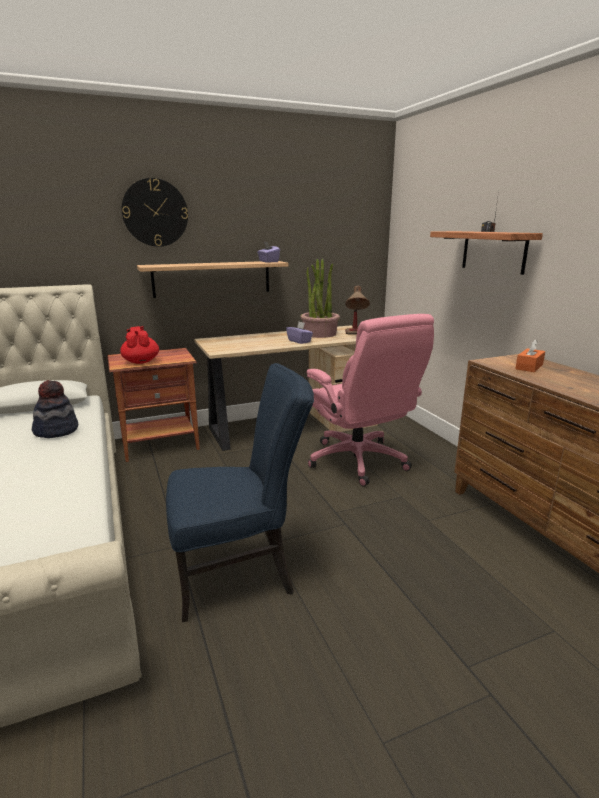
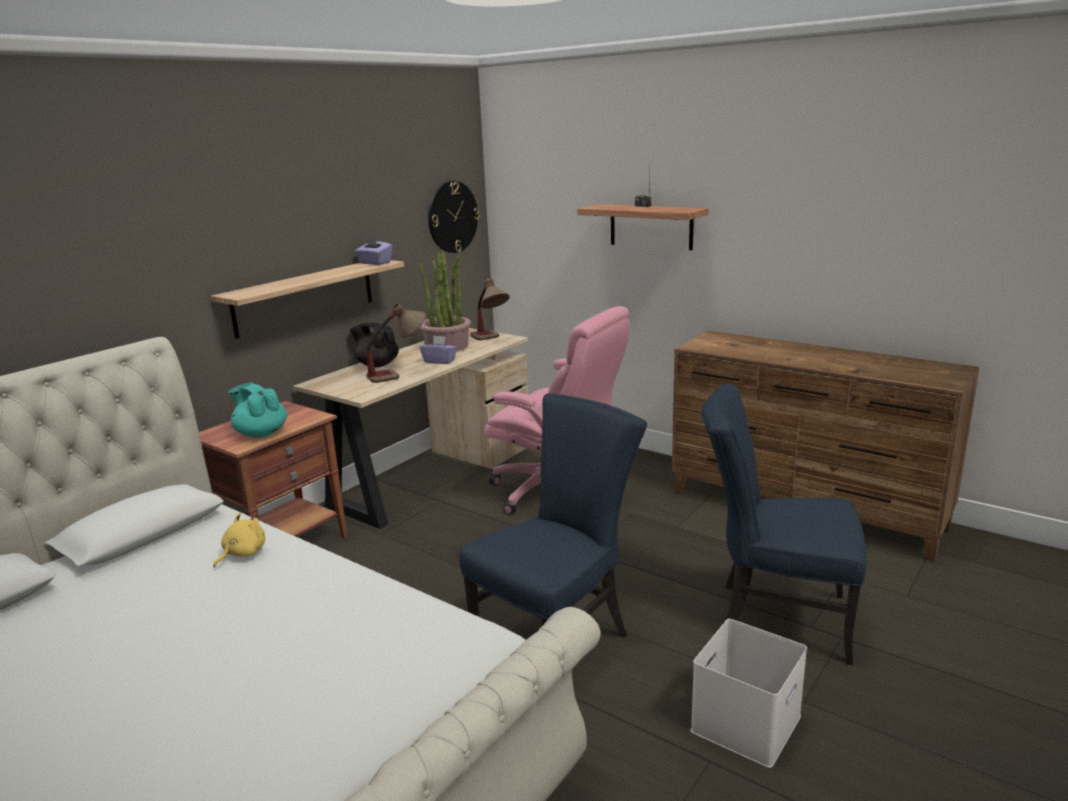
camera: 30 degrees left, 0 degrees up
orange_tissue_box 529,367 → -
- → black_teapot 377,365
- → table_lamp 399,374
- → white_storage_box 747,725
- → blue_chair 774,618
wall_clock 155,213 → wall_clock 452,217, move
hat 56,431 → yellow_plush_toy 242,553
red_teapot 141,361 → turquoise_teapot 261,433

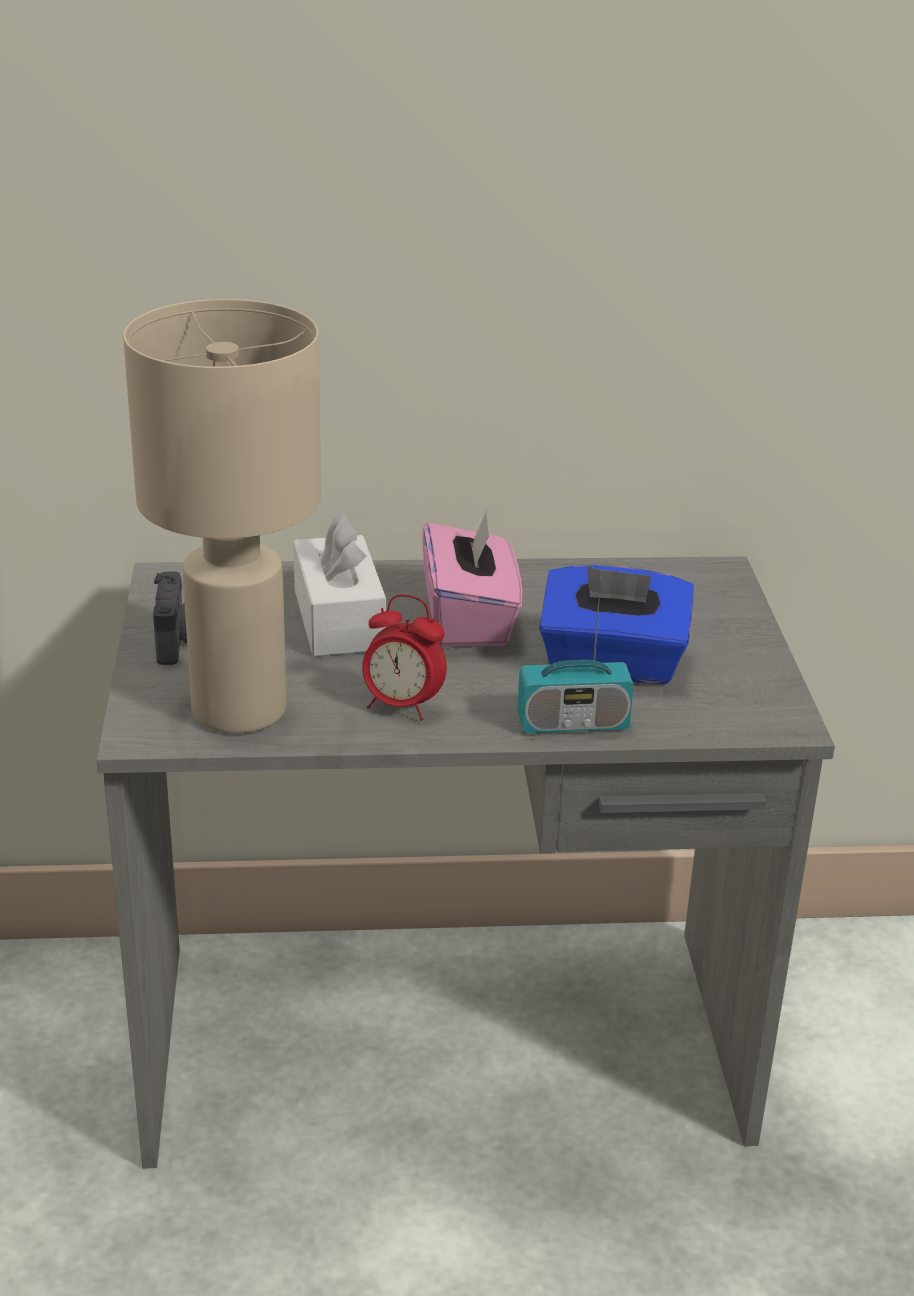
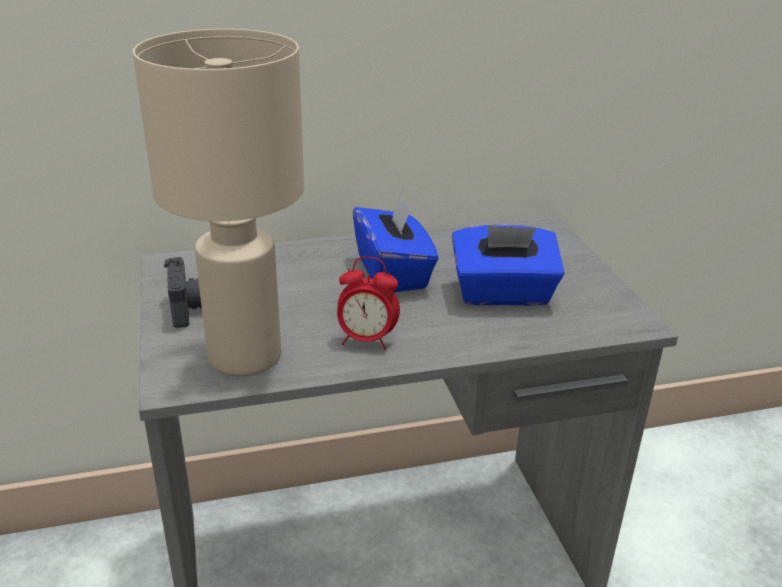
camera: 10 degrees left, 0 degrees up
white_tissue_box 338,620 → -
radio 573,723 → -
pink_tissue_box 469,620 → blue_tissue_box 393,273

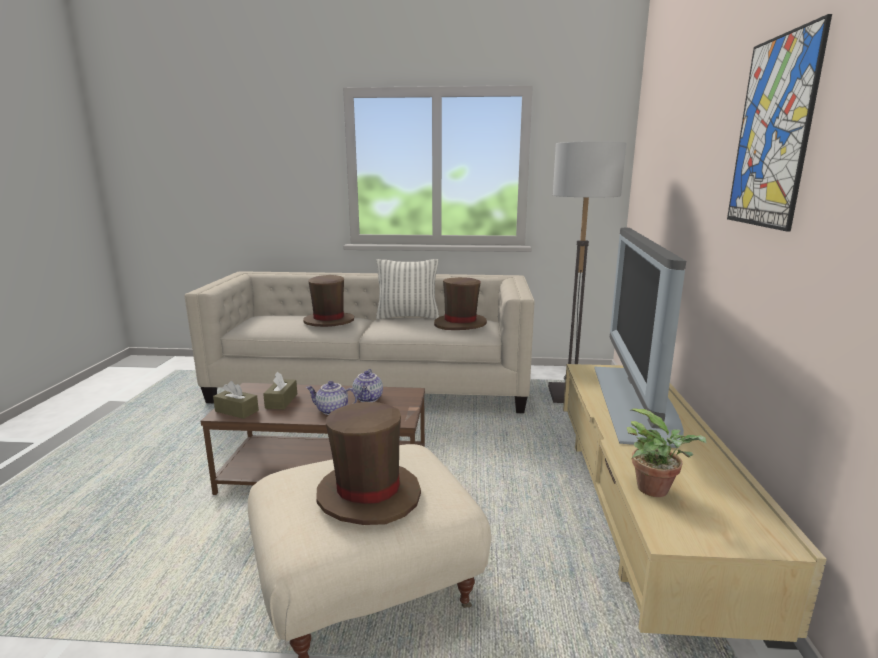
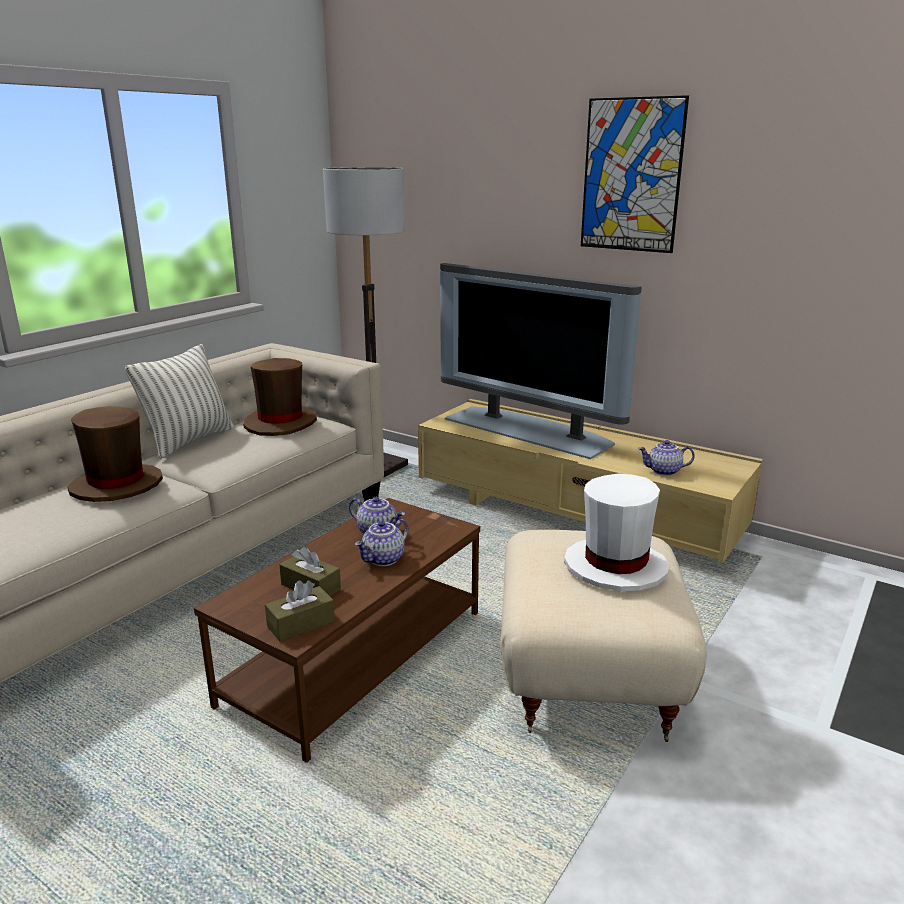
camera: 60 degrees left, 5 degrees up
potted_plant 657,490 → teapot 664,471
brown_hat 368,494 → white_hat 615,567

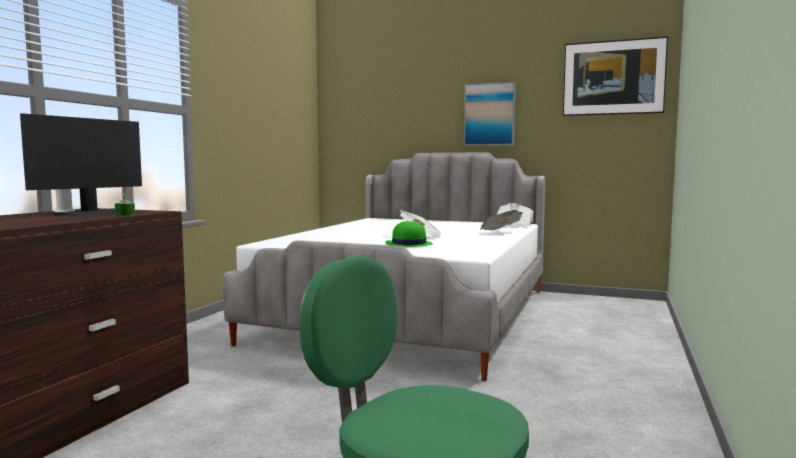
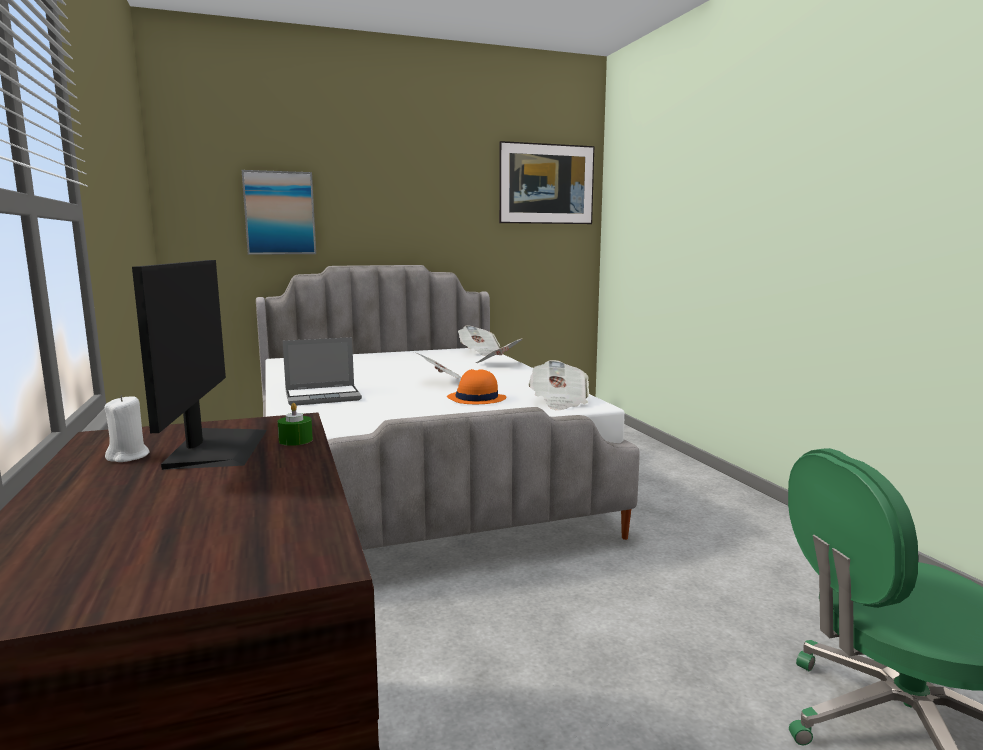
camera: 40 degrees left, 5 degrees up
- → laptop 324,397
- → newspaper 559,402
picture 489,114 → picture 279,213, move
green_hat 408,244 → orange_hat 476,399

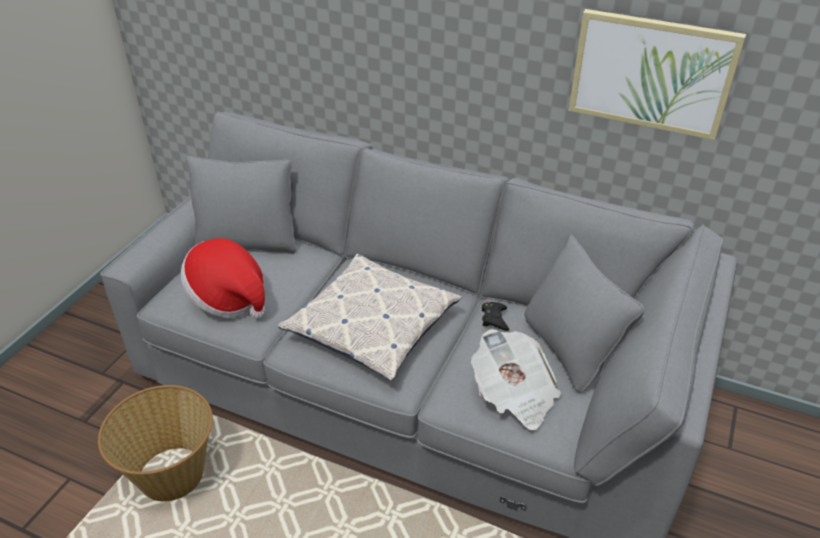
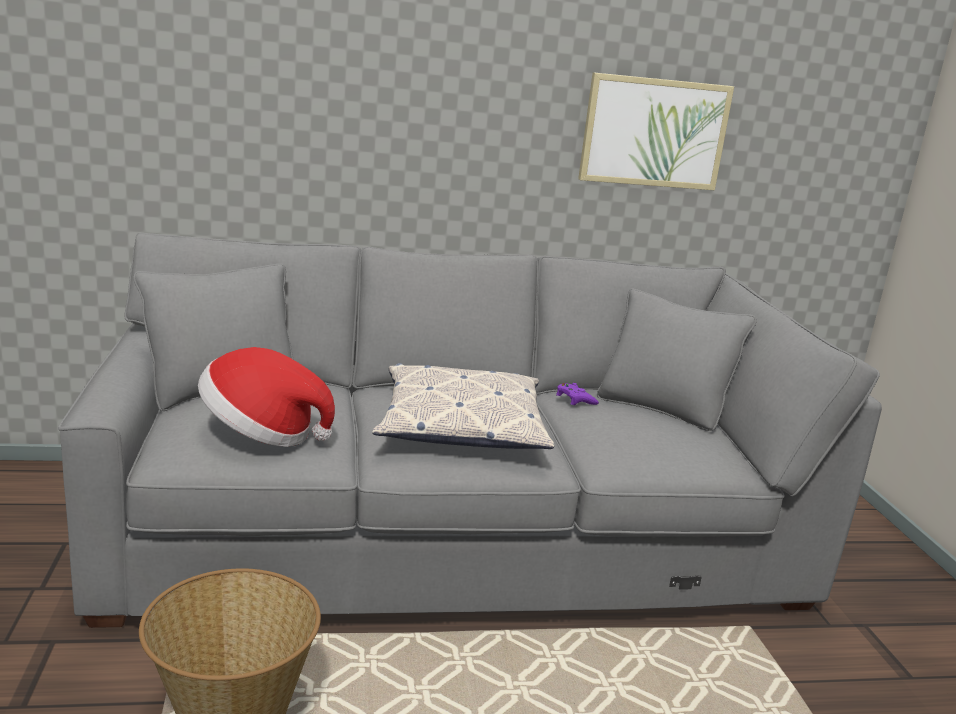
camera: 35 degrees left, 20 degrees down
newspaper 514,394 → -
black_game_controller 494,319 → purple_game_controller 575,399

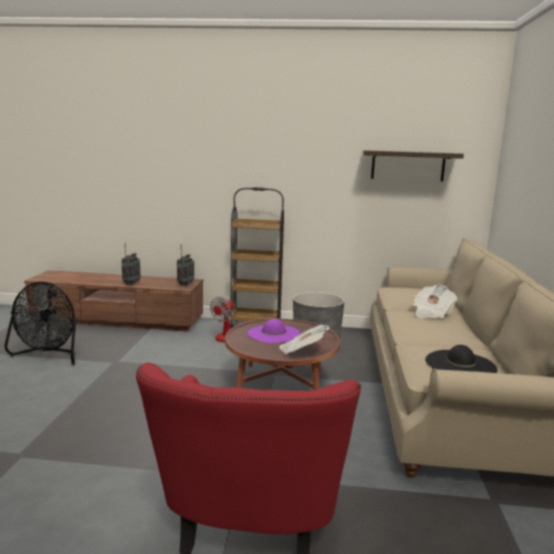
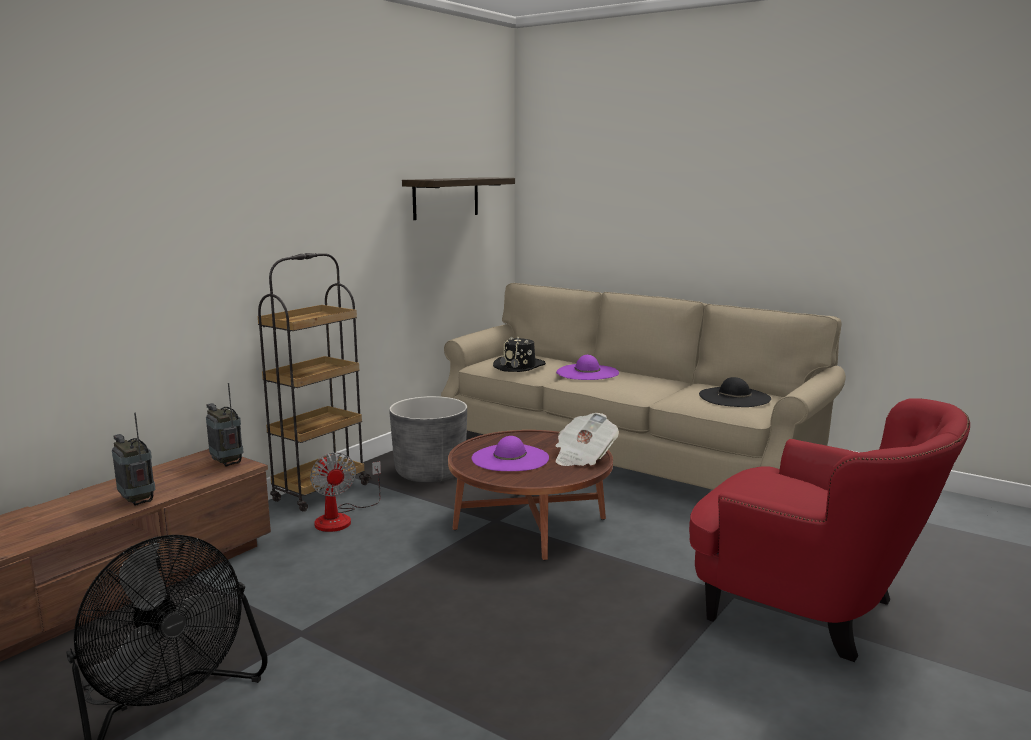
camera: 60 degrees left, 0 degrees up
- → black_hat 519,366
newspaper 431,313 → purple_hat 587,372

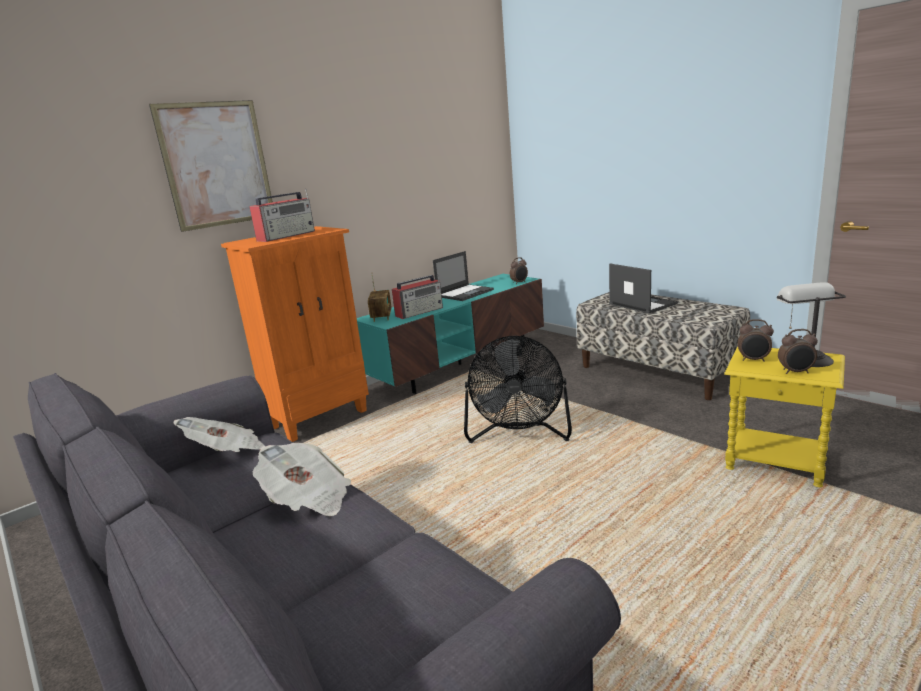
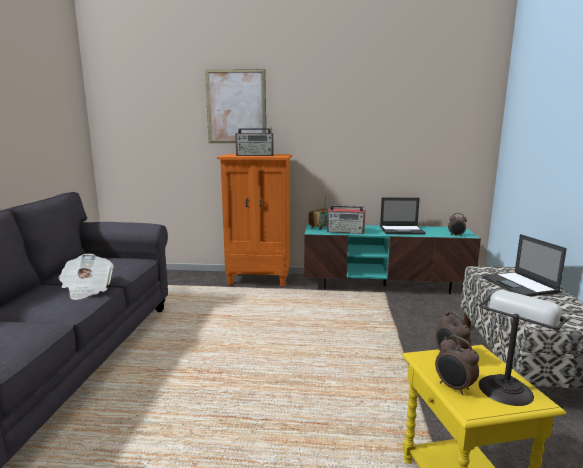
camera: 45 degrees right, 5 degrees down
newspaper 227,452 → -
black_fan 515,432 → -
laptop 641,304 → laptop 520,285, 150 degrees clockwise

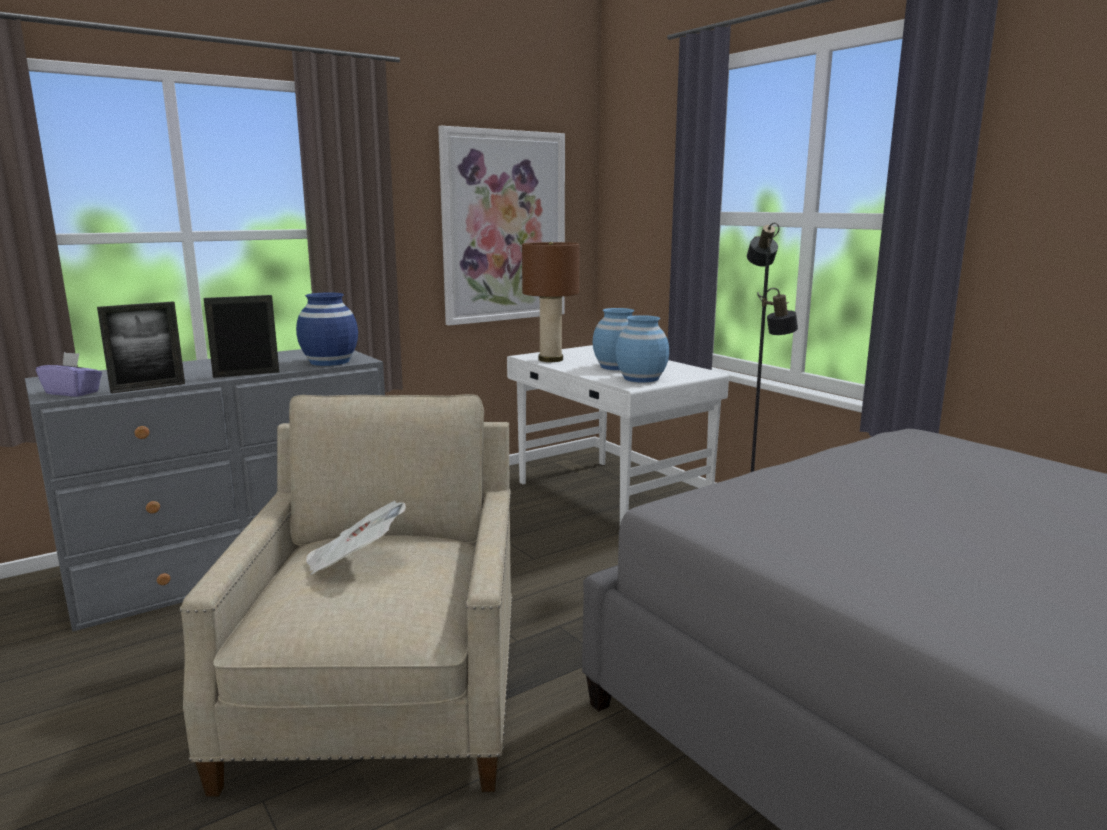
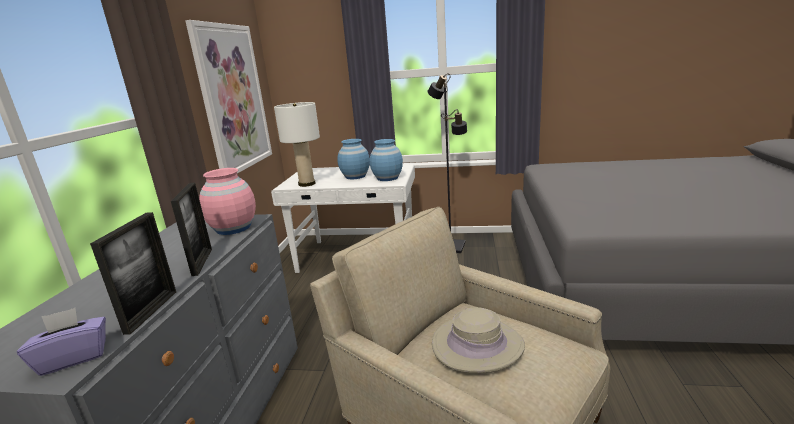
camera: 45 degrees left, 5 degrees up
newspaper 354,562 → beige_hat 477,345
blue_vase 330,362 → pink_vase 233,228
brown_table_lamp 550,359 → white_table_lamp 307,184
picture_frame 246,374 → picture_frame 202,262, 150 degrees clockwise

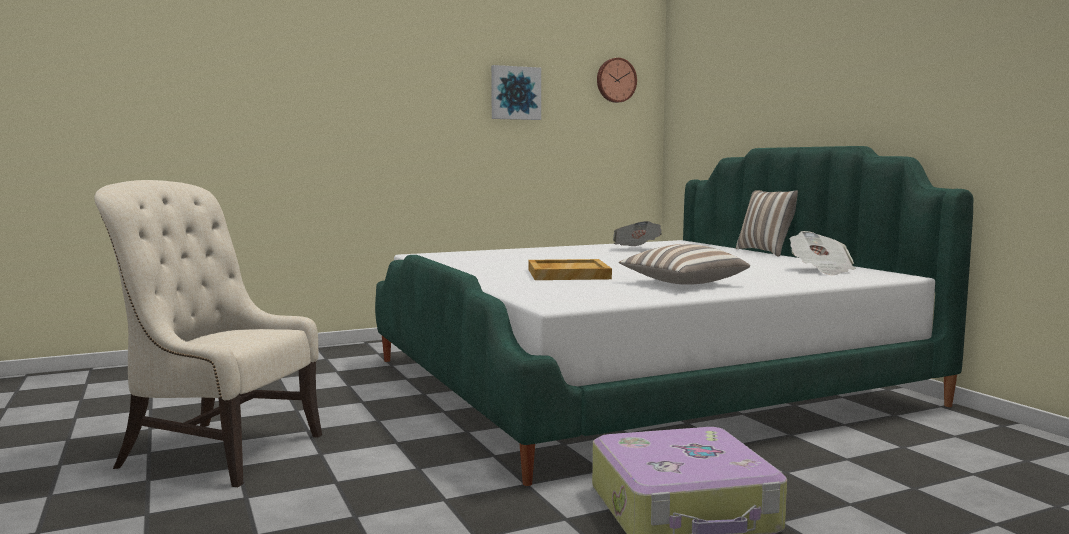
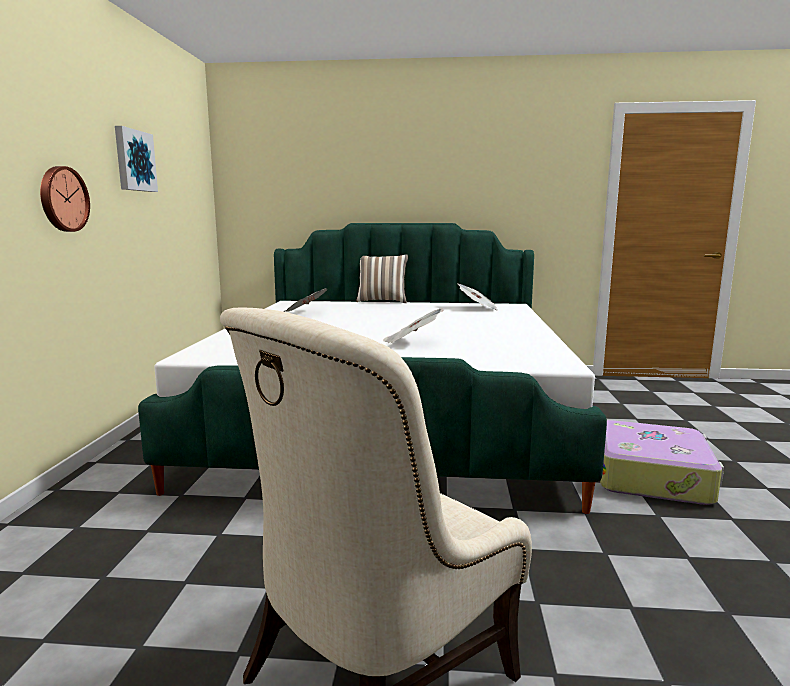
camera: 60 degrees left, 5 degrees up
pillow 682,283 → -
wall_clock 615,80 → wall_clock 62,199, move
beige_tray 567,274 → newspaper 411,342

